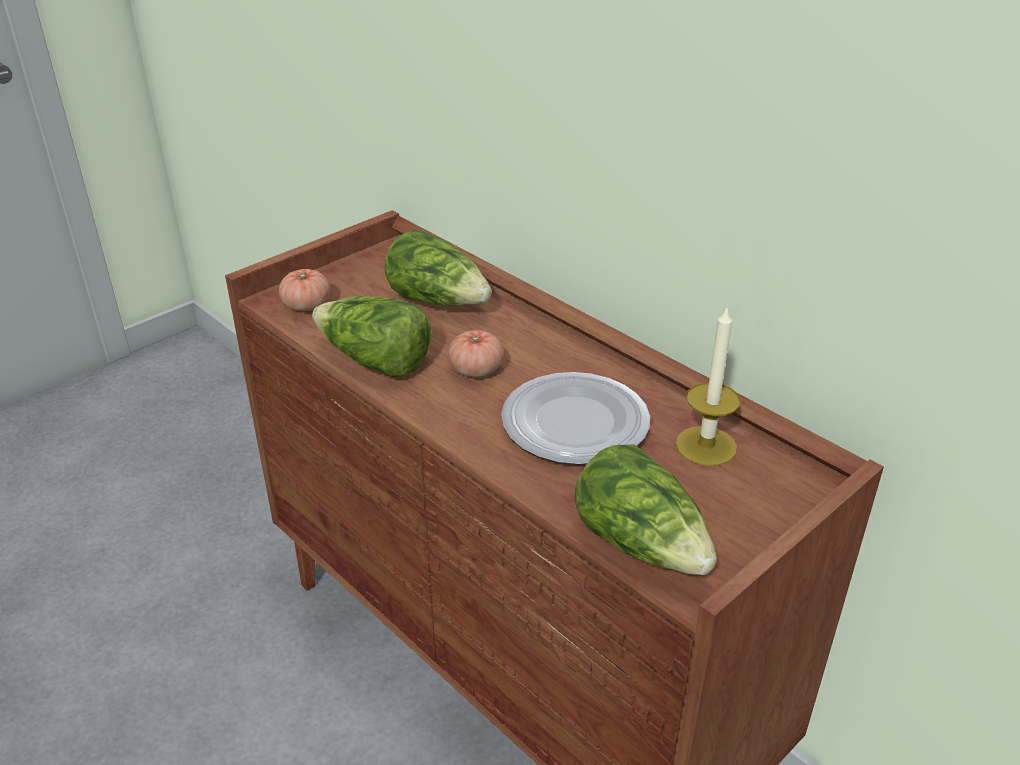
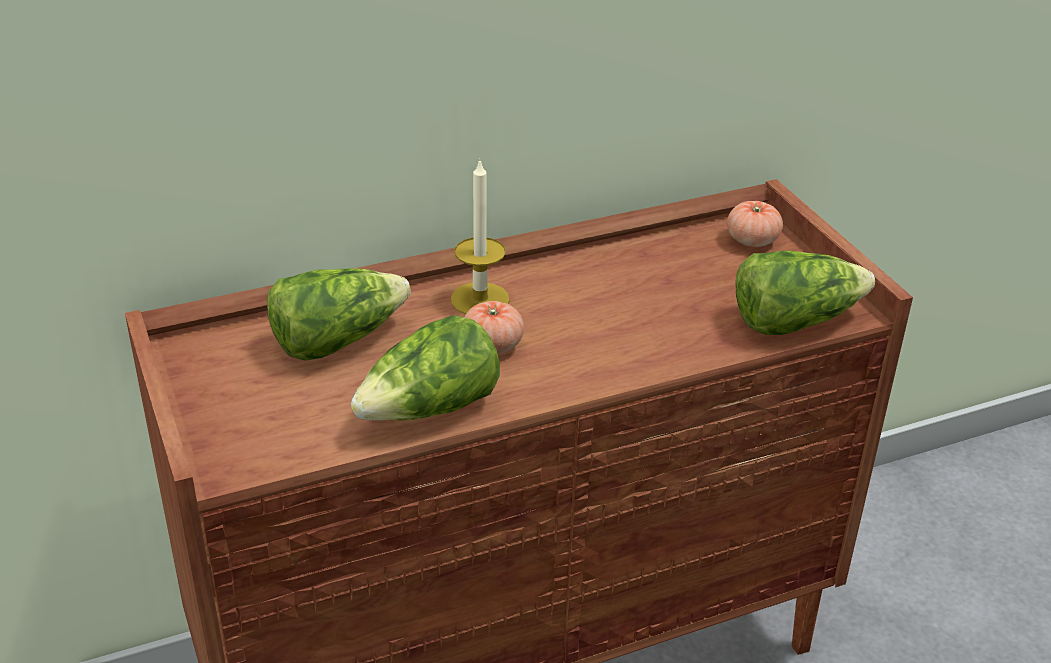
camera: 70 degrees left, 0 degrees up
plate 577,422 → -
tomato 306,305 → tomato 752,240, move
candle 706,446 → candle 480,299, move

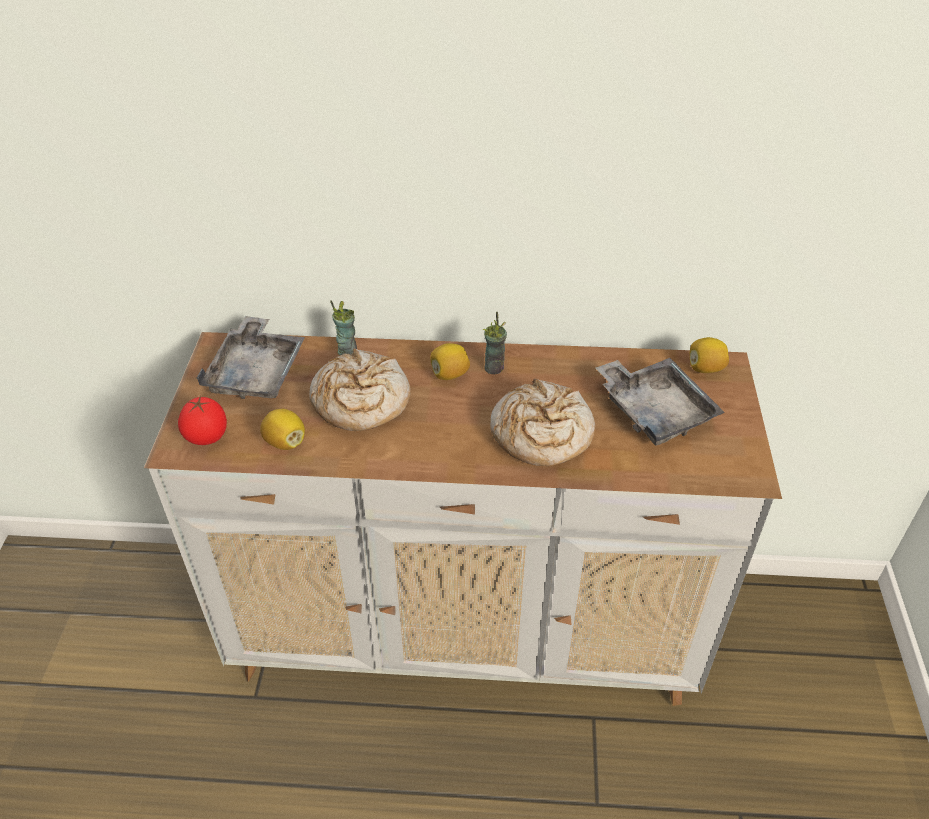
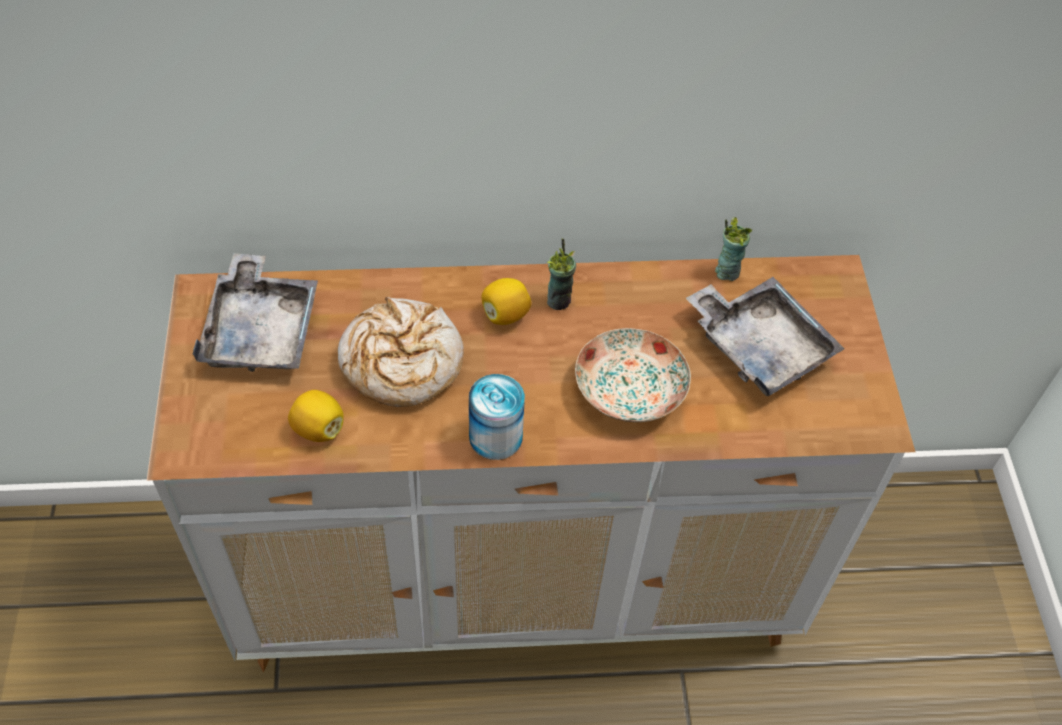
camera: 10 degrees left, 10 degrees up
tomato 206,438 → -
lemon 705,368 → -
- → can 495,436
cup 347,350 → cup 727,271, move
bread 540,434 → plate 628,390

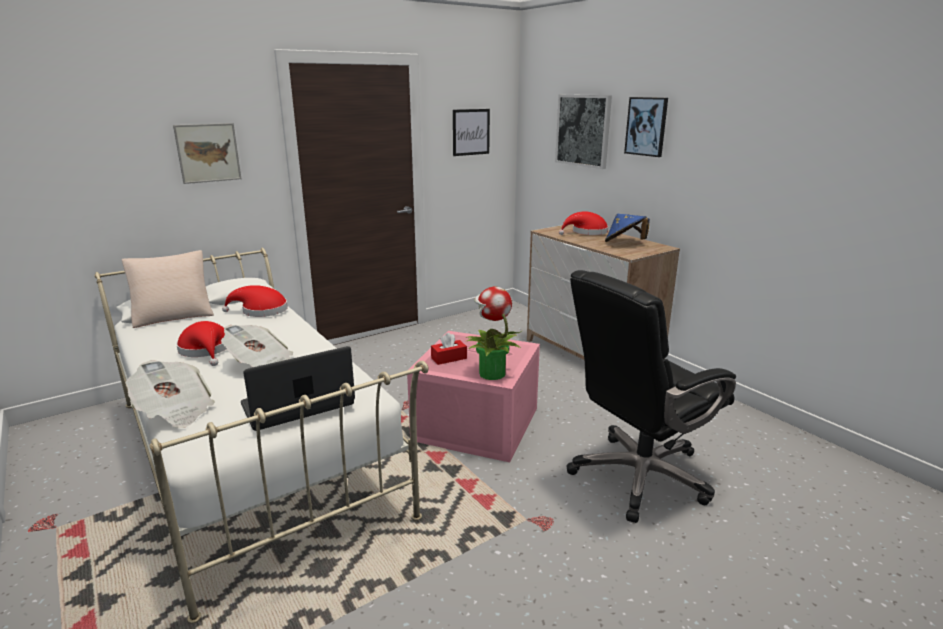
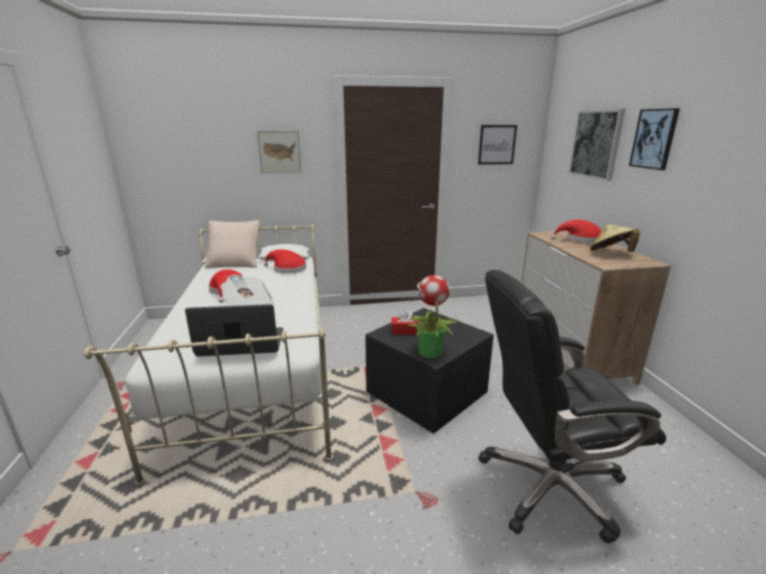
camera: 25 degrees right, 0 degrees up
newspaper 175,411 → -
pink_storage_box 474,424 → black_storage_box 424,391
blue_hat 624,243 → beige_hat 611,253

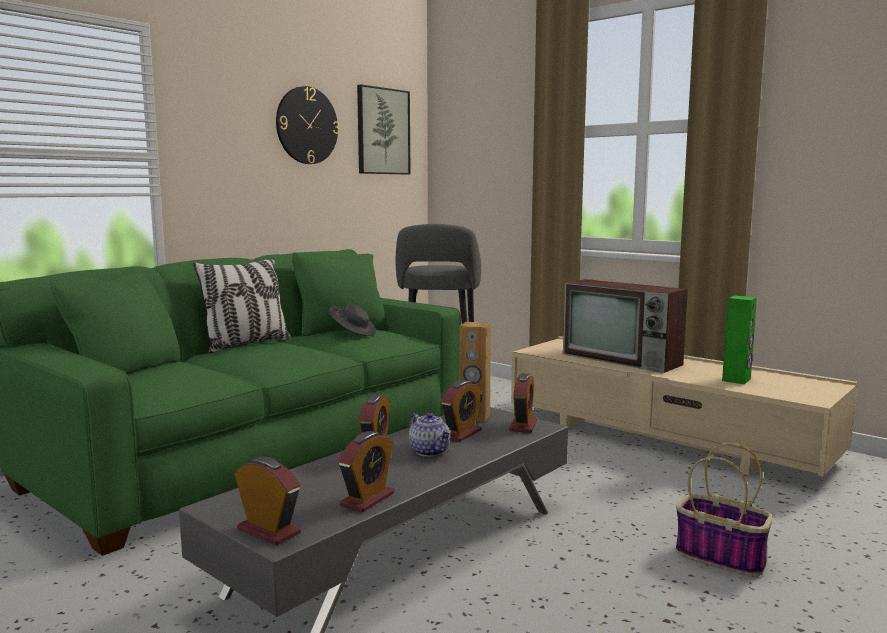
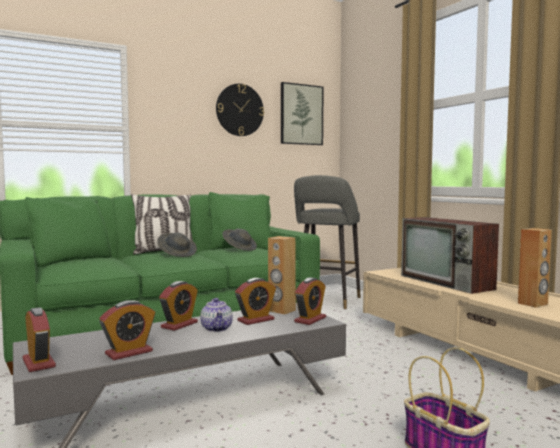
camera: 20 degrees right, 5 degrees down
- → grey_hat 177,254
green_speaker 736,380 → brown_speaker 533,304

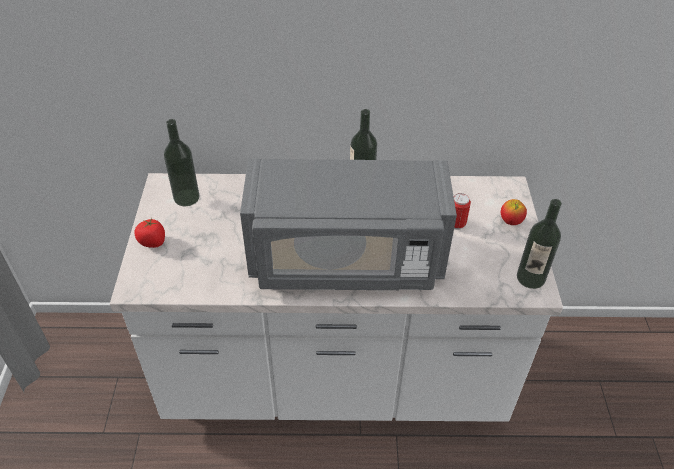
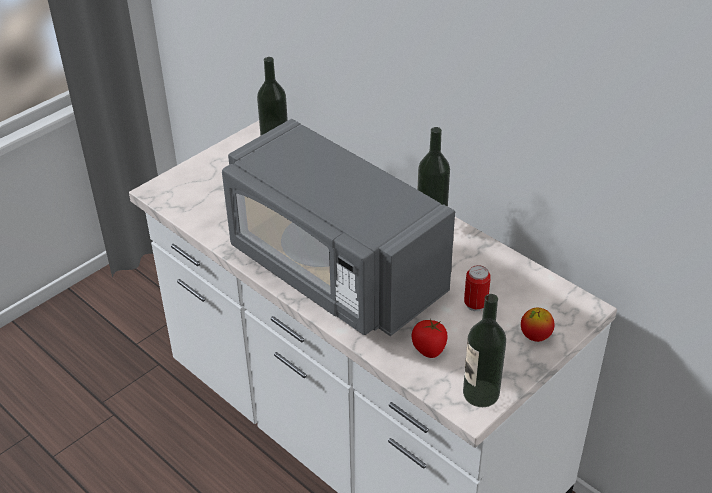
camera: 45 degrees right, 5 degrees down
tomato 153,242 → tomato 429,349, move

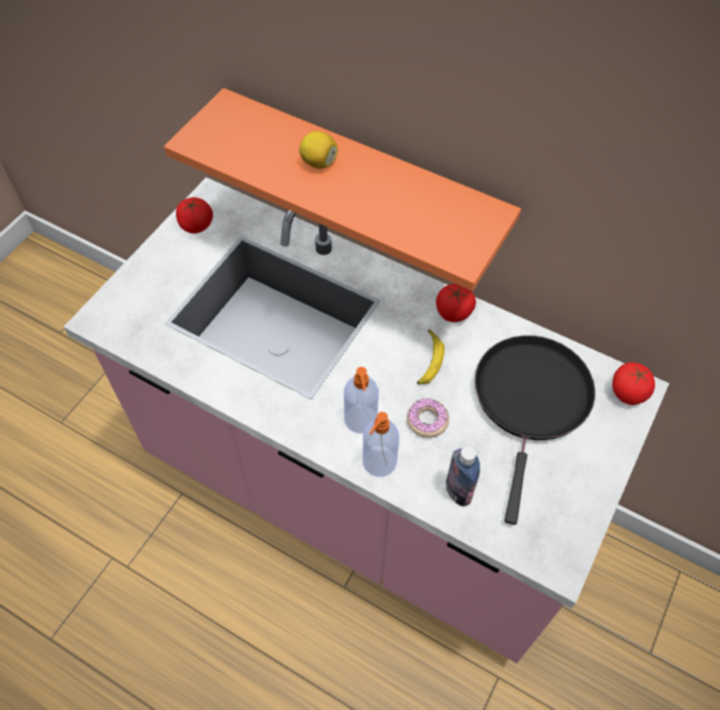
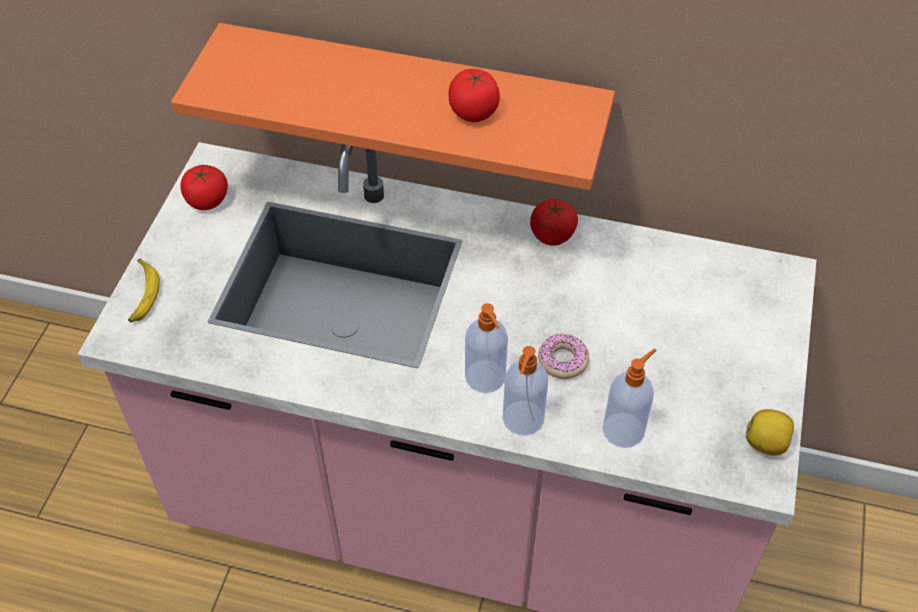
camera: 15 degrees left, 5 degrees down
black_frying_pan 531,400 → -
lemon 319,162 → lemon 766,443, move
banana 428,361 → banana 143,295, move
tomato 628,392 → tomato 473,112, move
bottle 458,491 → soap_dispenser 624,429

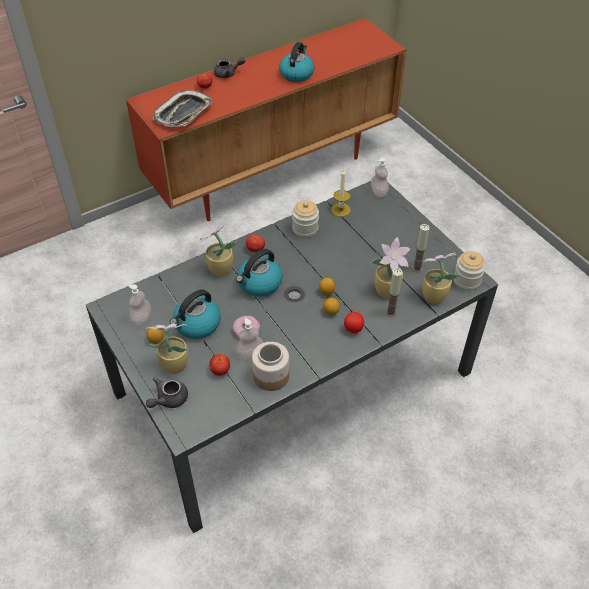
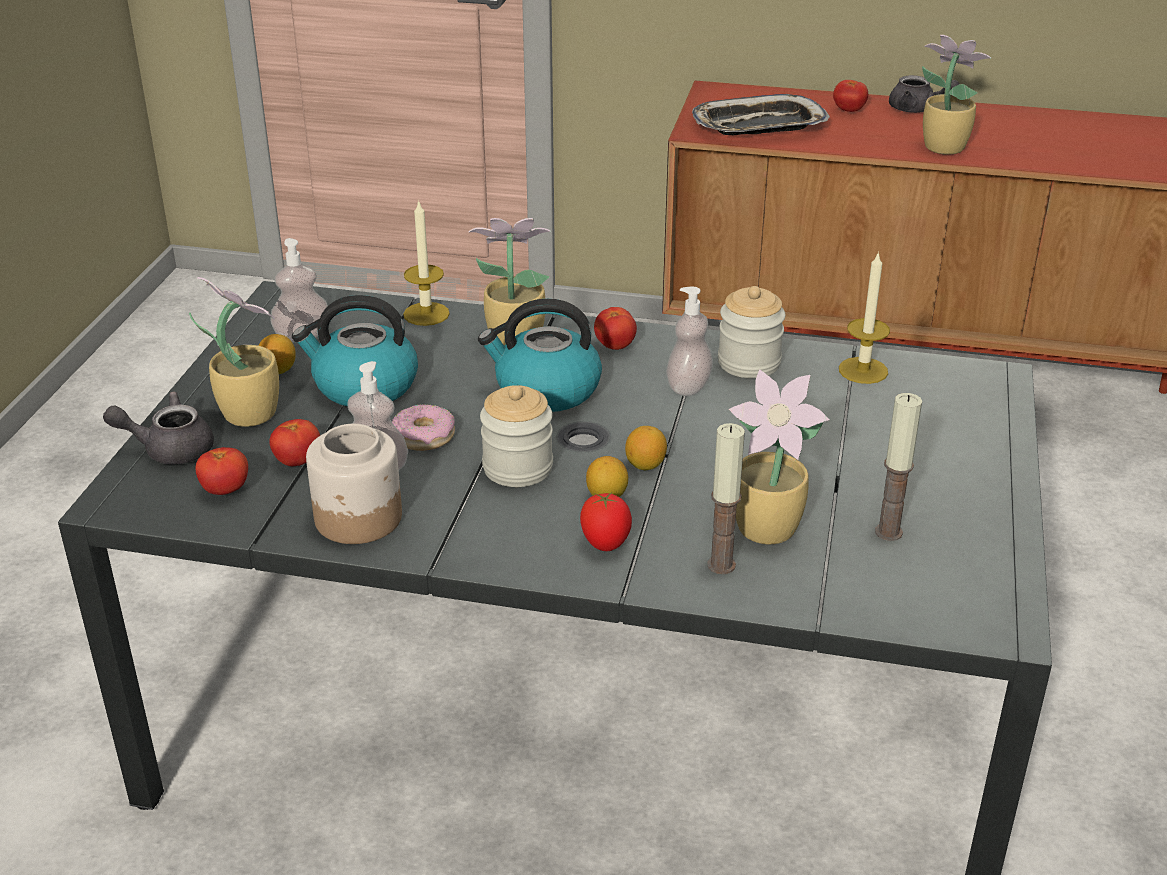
camera: 45 degrees right, 15 degrees down
kettle 296,74 → -
- → tomato 226,490
- → candle 426,314
soap_dispenser 379,192 → soap_dispenser 688,387, move
potted_plant 432,296 → potted_plant 942,147, move
jar 466,280 → jar 517,468, move

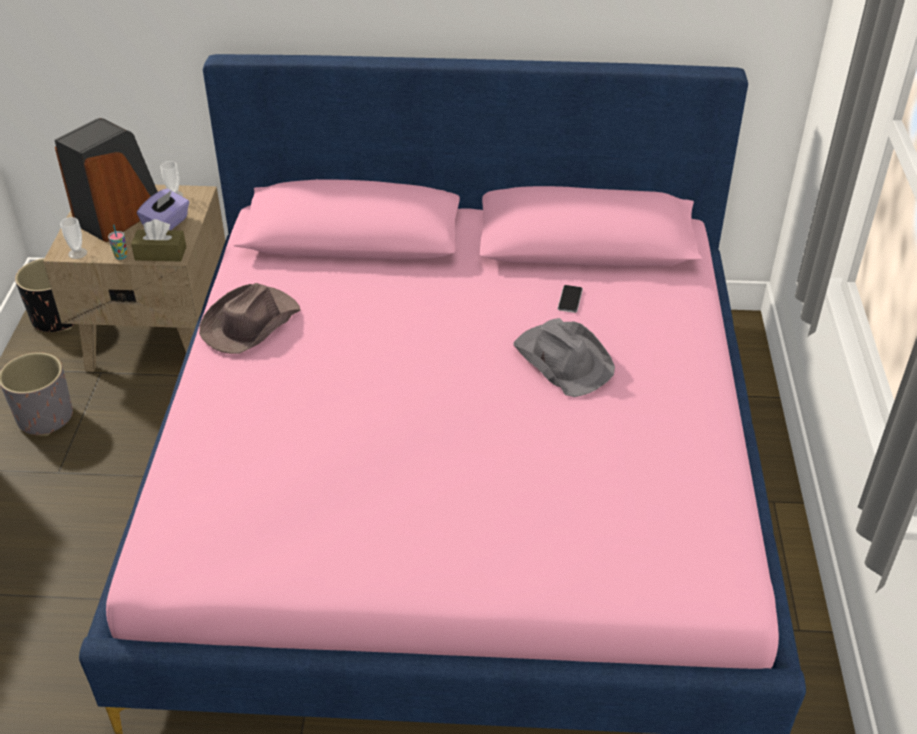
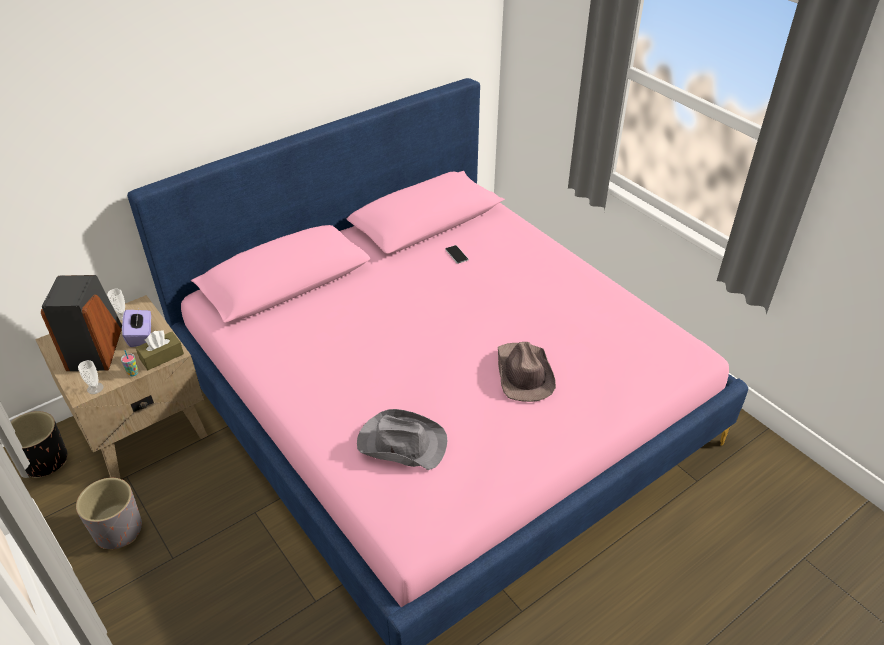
camera: 40 degrees left, 0 degrees up
brown_hat 249,323 → brown_hat 523,374, move
grey_hat 563,360 → grey_hat 401,443, move

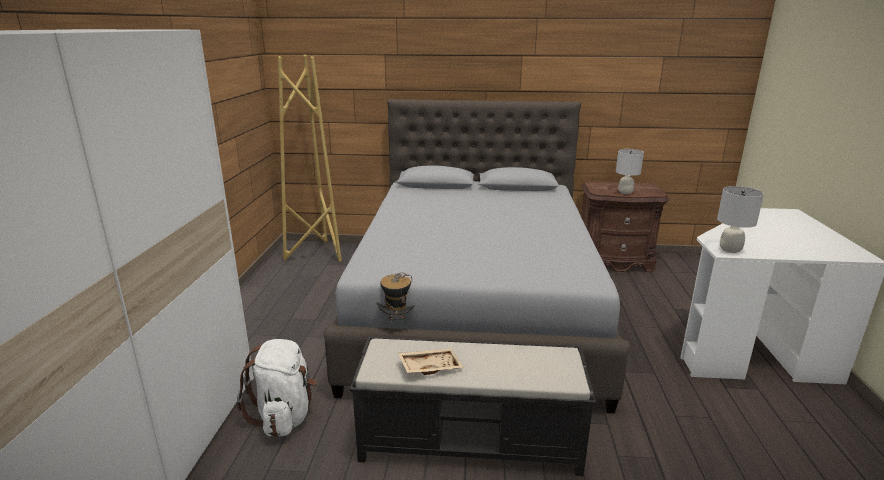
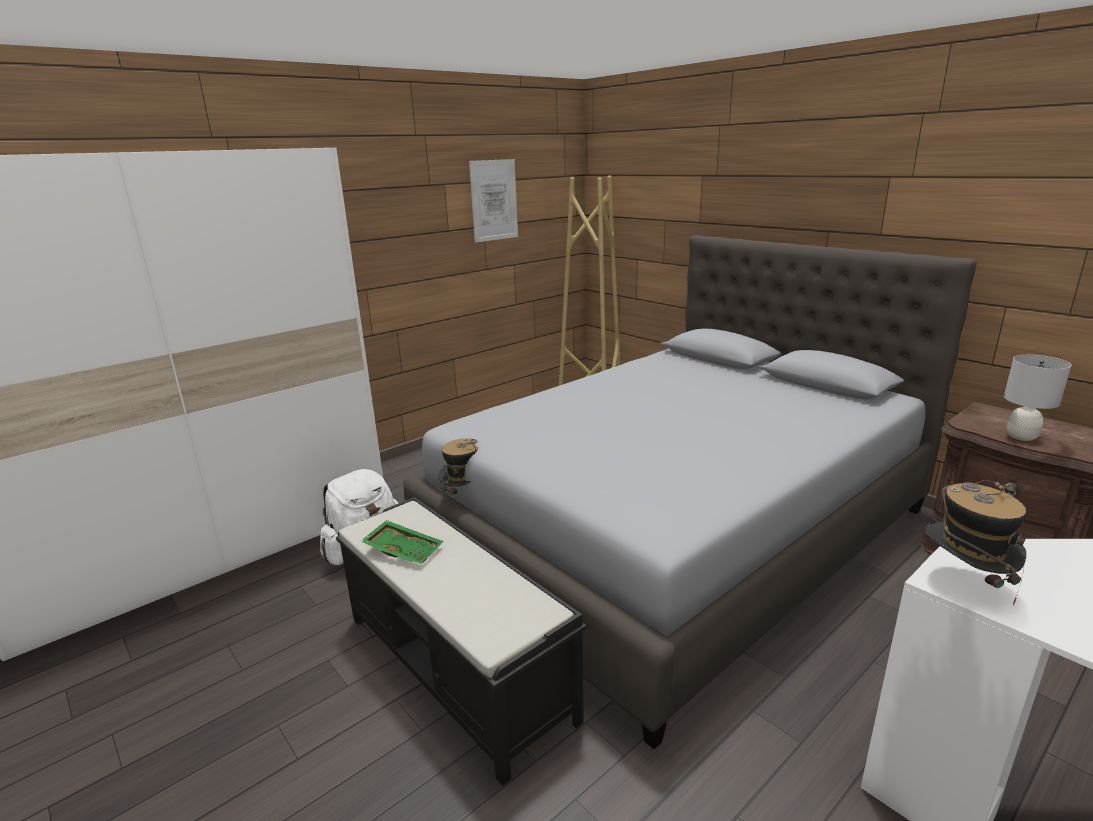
camera: 45 degrees right, 0 degrees up
- → picture 494,200
grey_table_lamp 729,250 → hat 963,583
beige_tray 430,367 → green_tray 404,549

